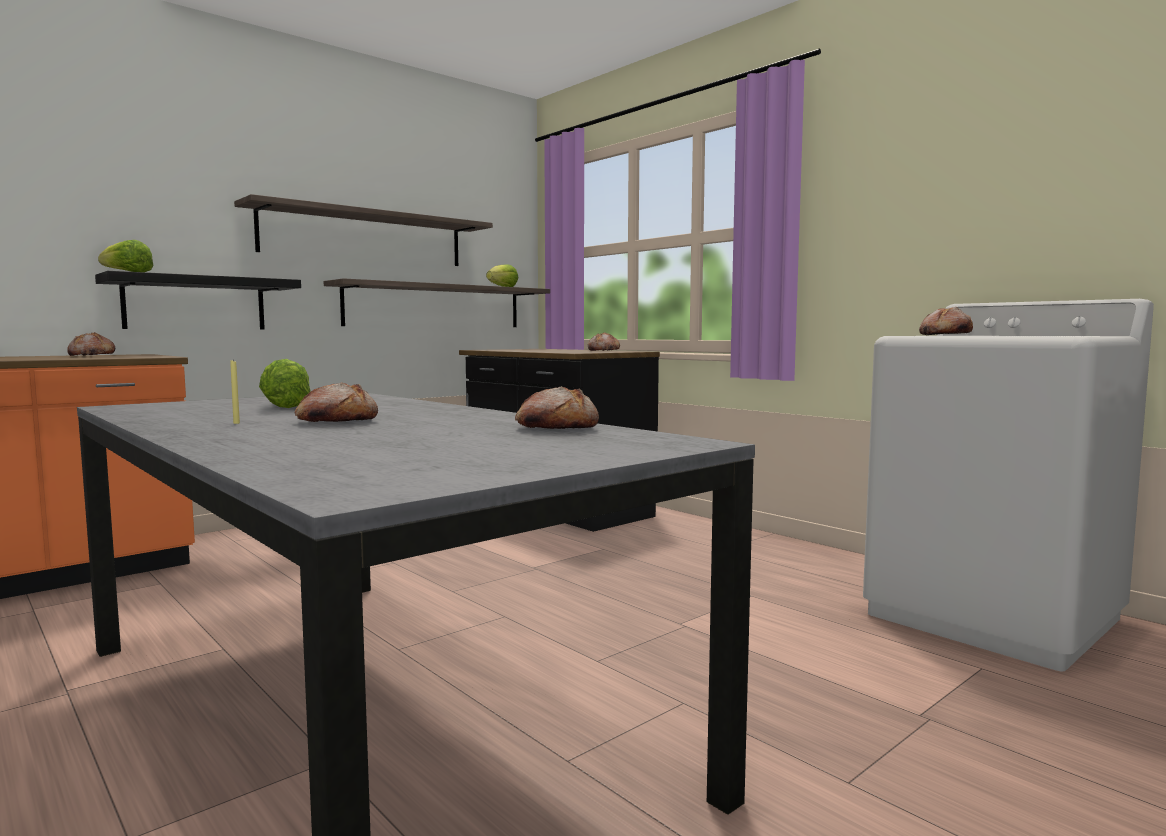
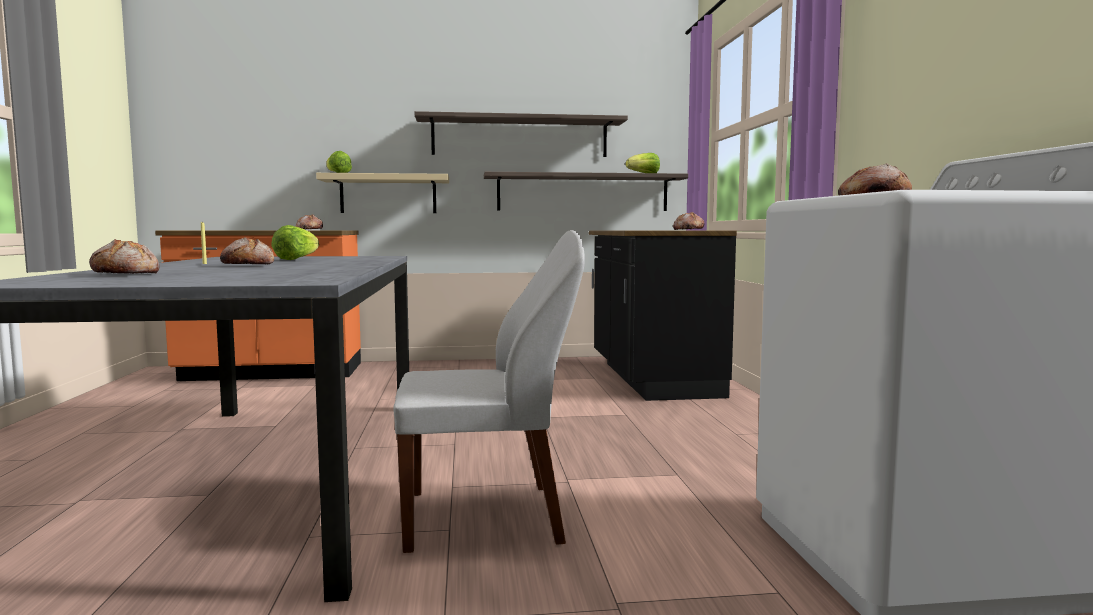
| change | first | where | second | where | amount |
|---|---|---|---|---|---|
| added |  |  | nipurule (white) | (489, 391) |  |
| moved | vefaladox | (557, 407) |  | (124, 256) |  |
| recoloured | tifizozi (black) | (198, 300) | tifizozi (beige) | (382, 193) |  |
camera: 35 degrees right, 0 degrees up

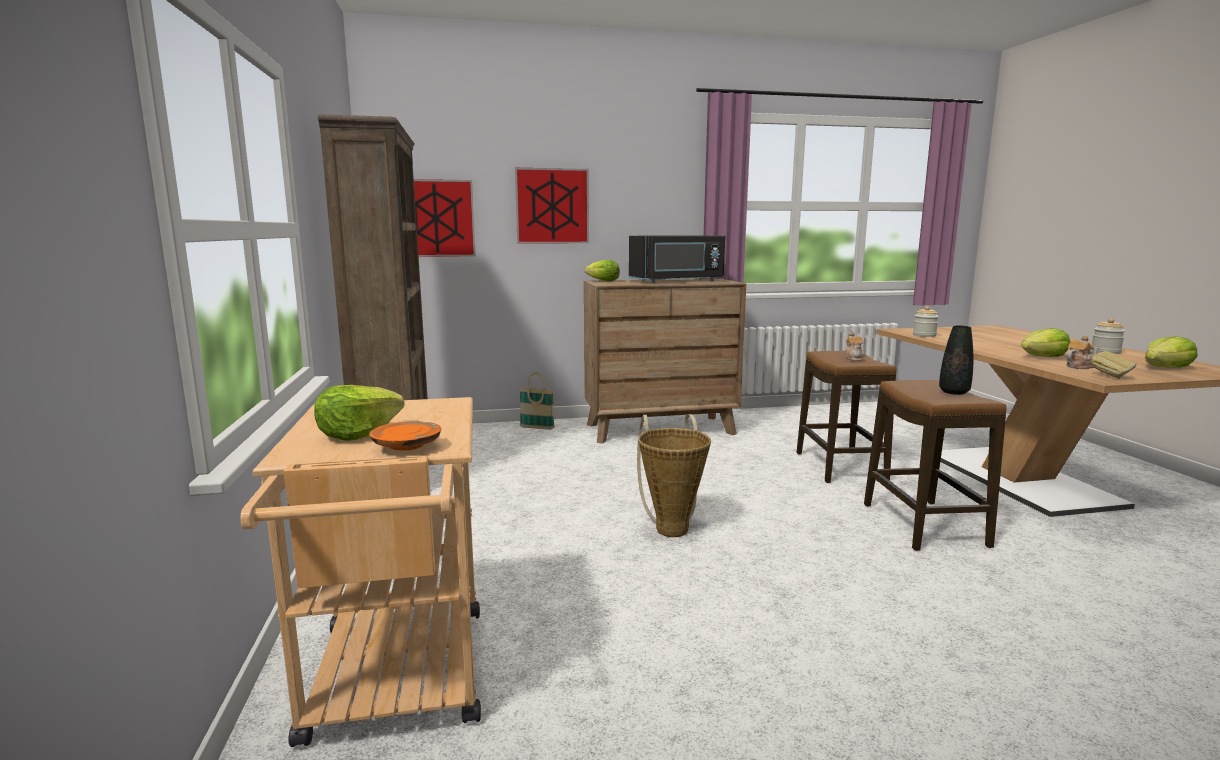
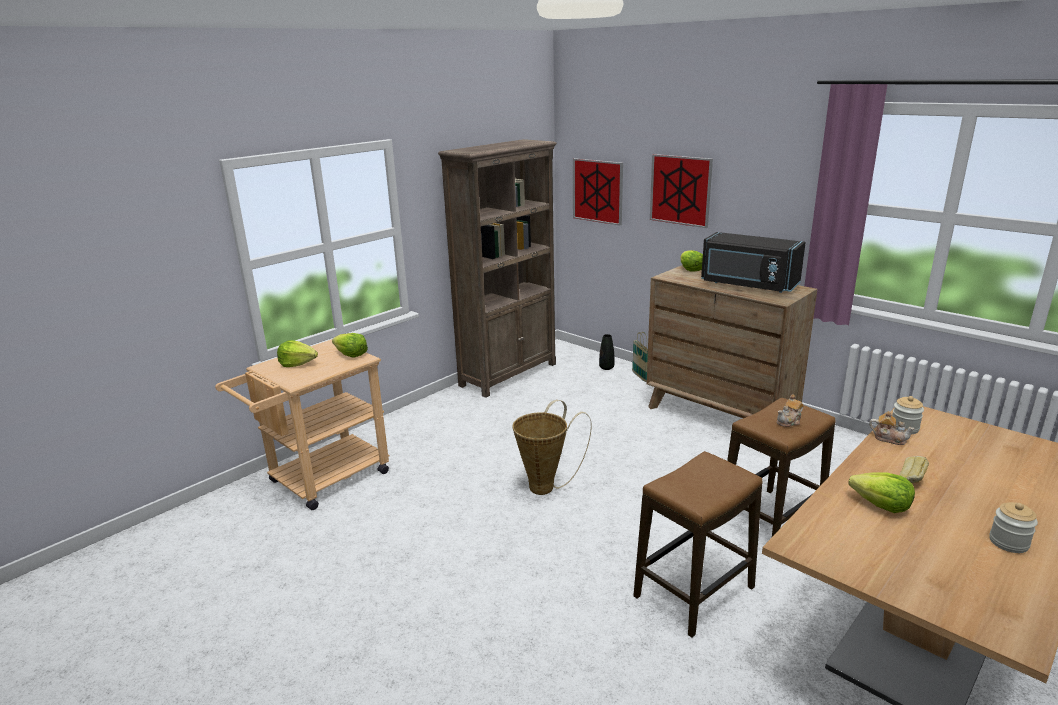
| change | first | where | second | where | amount |
|---|---|---|---|---|---|
| removed | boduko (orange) | (405, 436) |  |  |  |
| moved | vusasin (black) | (956, 360) |  | (607, 352) |  |
| moved | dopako | (1082, 352) |  | (892, 428) |  |
| moved | vefaladox | (1114, 365) |  | (914, 469) |  |
| moved | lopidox | (1171, 352) |  | (350, 345) |  |
camera: 55 degrees right, 10 degrees up

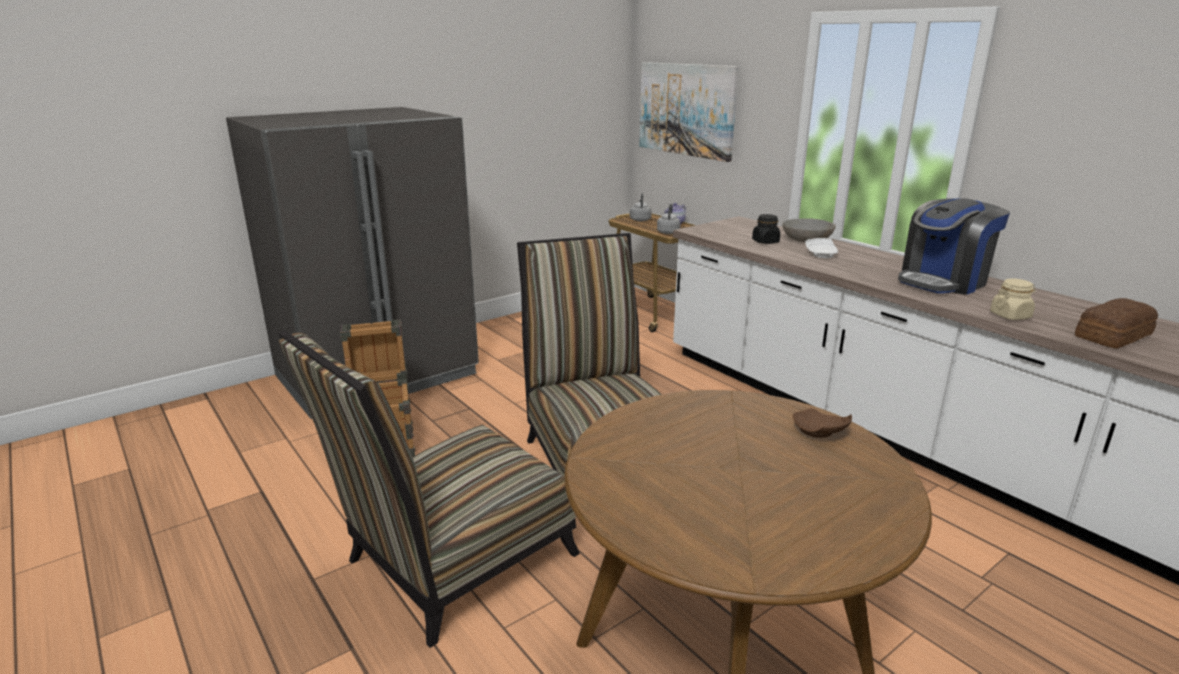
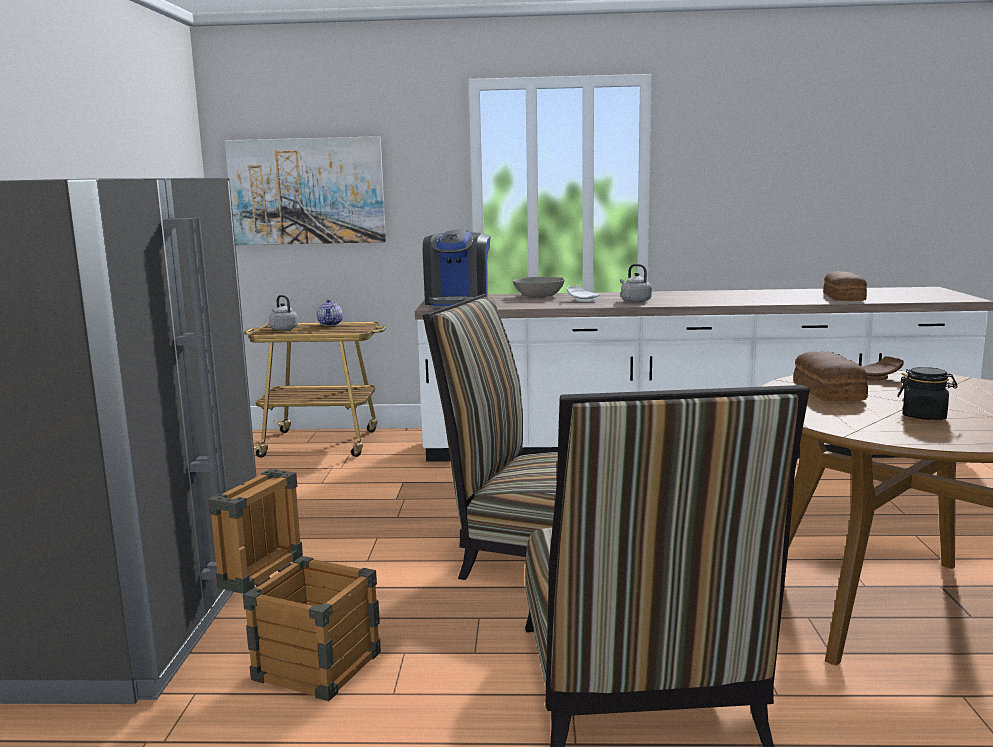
| change | first | where | second | where | amount |
|---|---|---|---|---|---|
| removed | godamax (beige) | (1013, 299) |  |  |  |
| added |  |  | vefaladox | (830, 376) |  |
| moved | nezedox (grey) | (668, 219) |  | (636, 283) |  |
| moved | godamax (black) | (766, 229) |  | (927, 393) |  |
| moved | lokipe | (954, 246) |  | (457, 267) |  |
camera: 50 degrees left, 10 degrees down

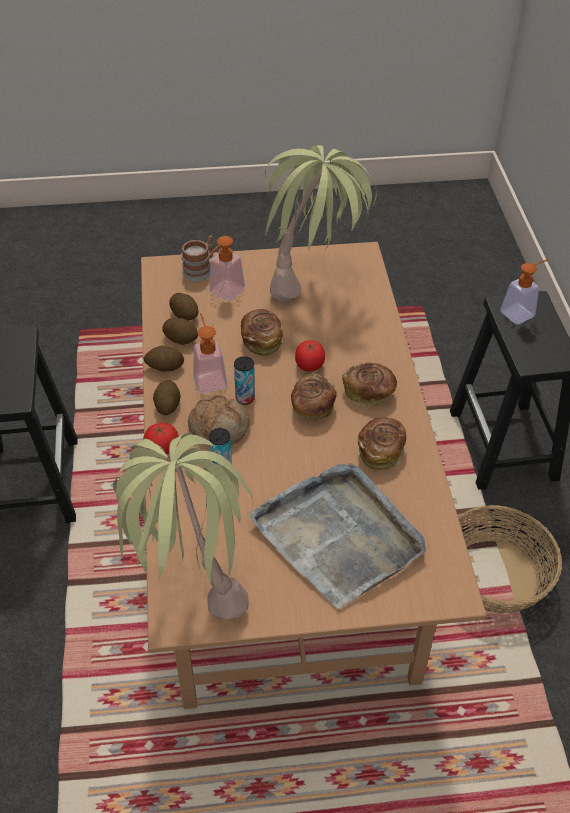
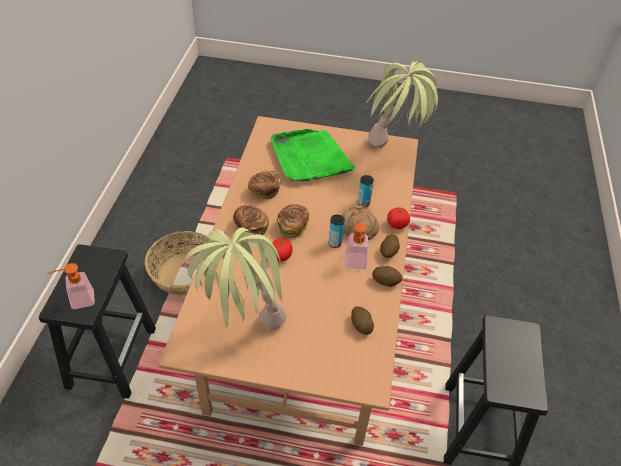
| change | first | where | second | where | amount |
|---|---|---|---|---|---|
| removed | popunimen | (180, 331) |  |  |  |
| removed | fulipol | (198, 258) |  |  |  |
| removed | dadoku | (226, 268) |  |  |  |
| removed | vefaladox | (262, 332) |  |  |  |
| recoloured | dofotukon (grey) | (337, 536) | dofotukon (green) | (313, 155) |  |
camera: 165 degrees left, 0 degrees up

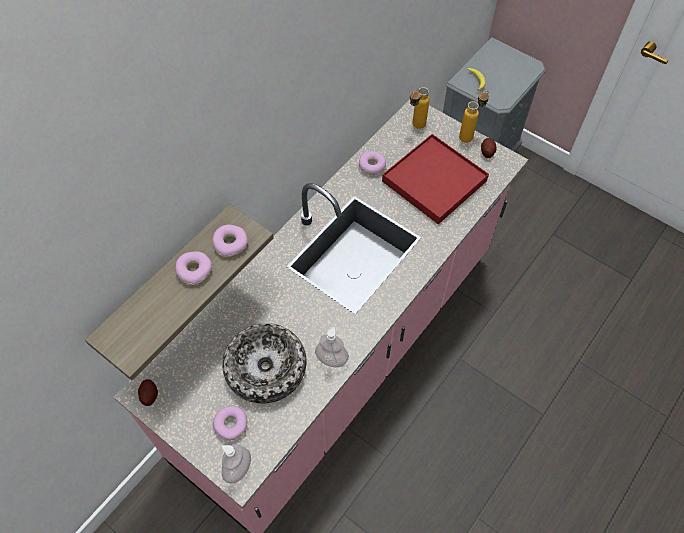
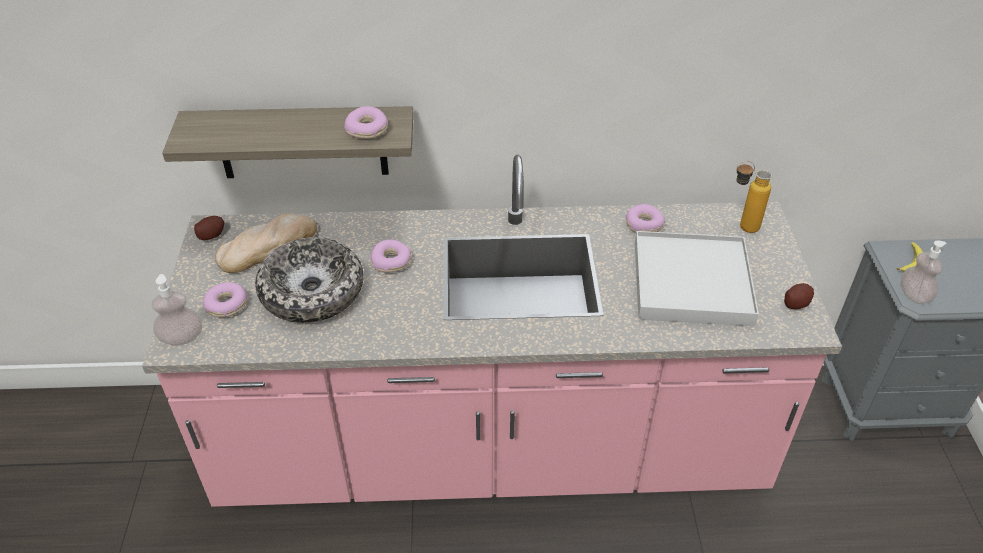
| change | first | where | second | where | amount |
|---|---|---|---|---|---|
| removed | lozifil | (474, 116) |  |  |  |
| added |  |  | vefaladox | (266, 243) |  |
| moved | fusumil | (193, 268) |  | (391, 255) |  |
| moved | dadoku | (332, 347) |  | (924, 272) |  |
| recoloured | dofotukon (red) | (435, 179) | dofotukon (white) | (697, 278) |  |
camera: 50 degrees right, 15 degrees down

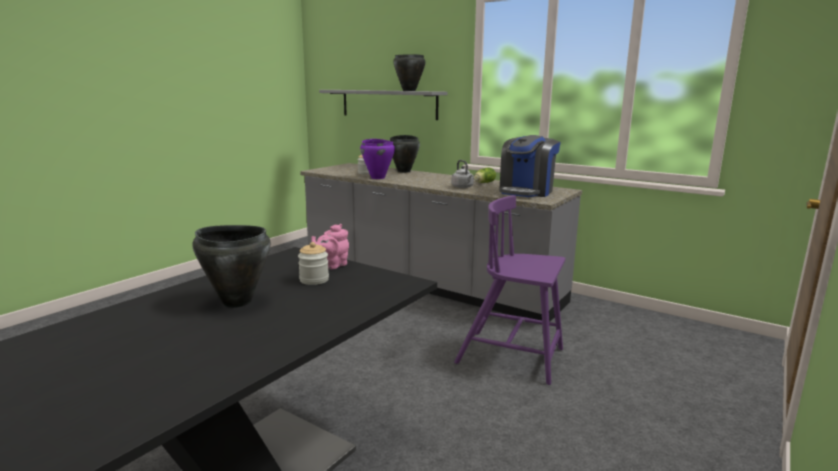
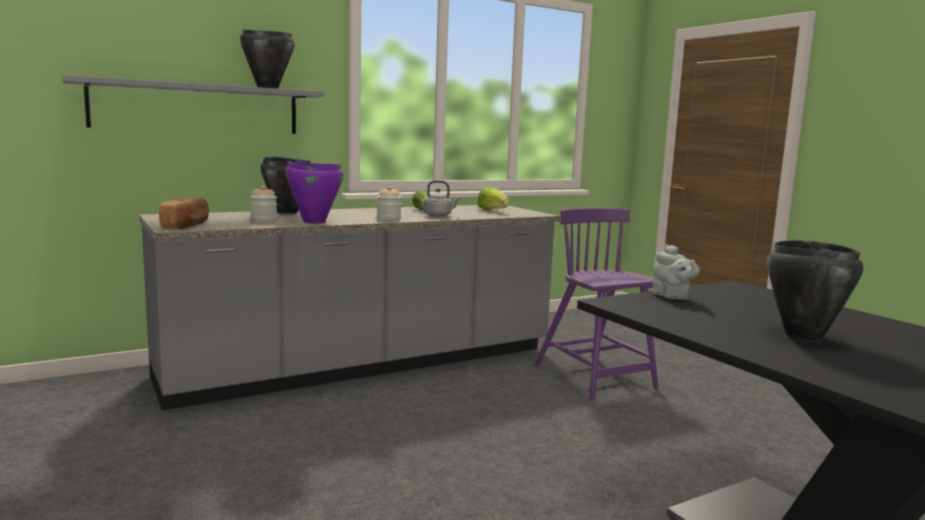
| change | first | where | second | where | amount |
|---|---|---|---|---|---|
| added |  |  | vefaladox | (184, 213) |  |
| moved | godamax | (313, 263) |  | (389, 203) |  |
| replaced | lokipe | (529, 166) | lopidox | (493, 198) |  |
| recoloured | dopako (pink) | (330, 246) | dopako (grey) | (676, 271) |  |
| turned | nipurule (purple) | (509, 290) |  | (596, 304) | 105 degrees clockwise |
camera: 65 degrees left, 5 degrees down

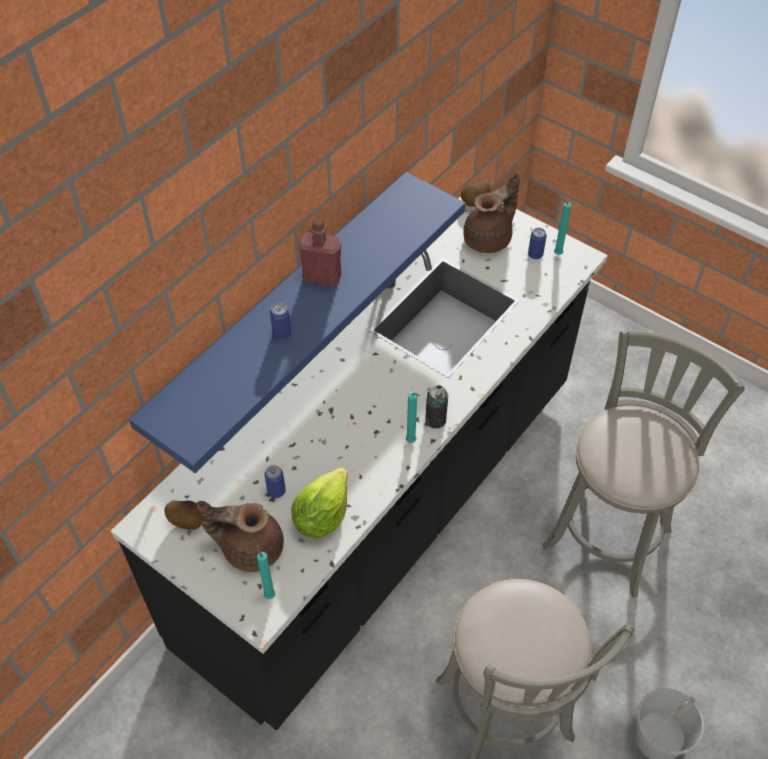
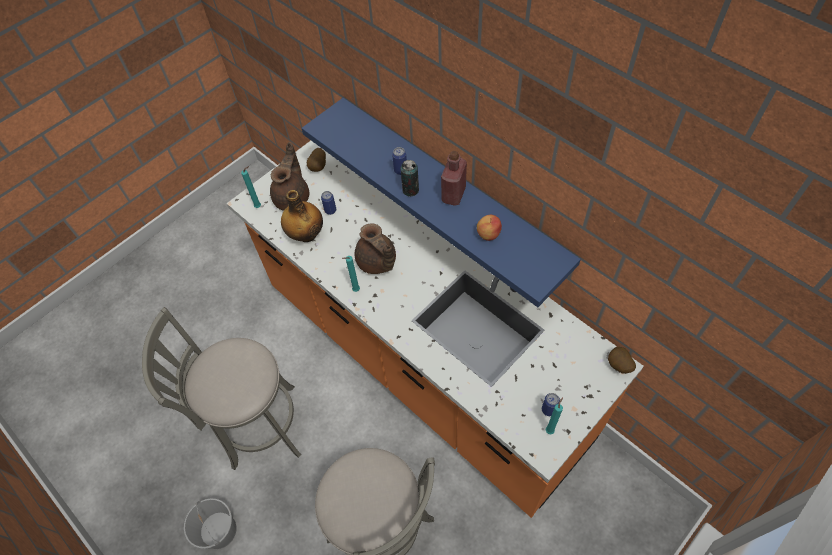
| change | first | where | second | where | amount |
|---|---|---|---|---|---|
| added |  |  | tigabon | (489, 228) |  |
| moved | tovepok | (436, 407) |  | (410, 178) |  |
| moved | dopako (brown) | (491, 213) |  | (375, 248) |  |
| replaced | lopidox | (319, 502) | lozifil | (302, 216) |  |
| recoloured | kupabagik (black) | (359, 463) | kupabagik (orange) | (435, 329) |  |
camera: 100 degrees right, 5 degrees up

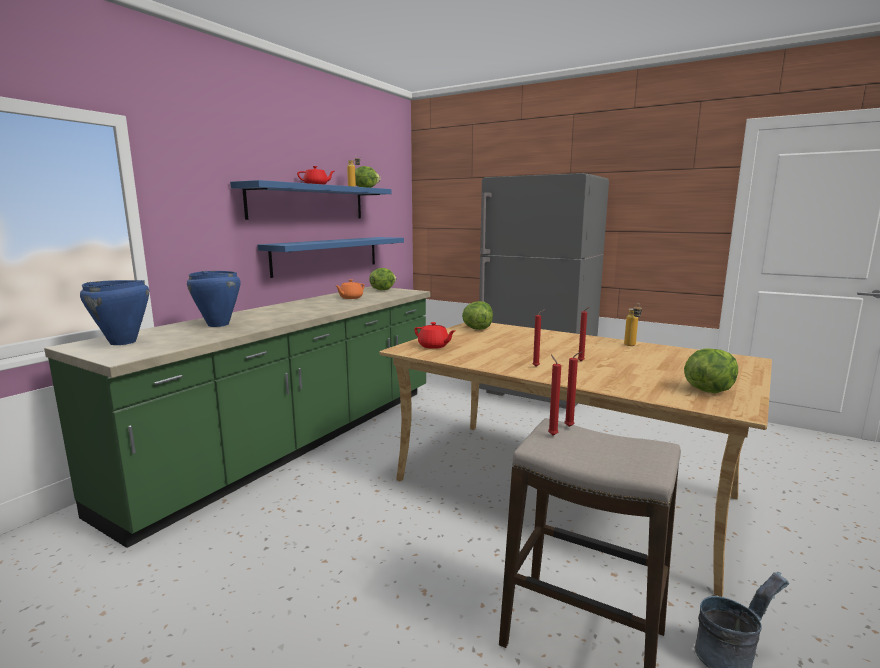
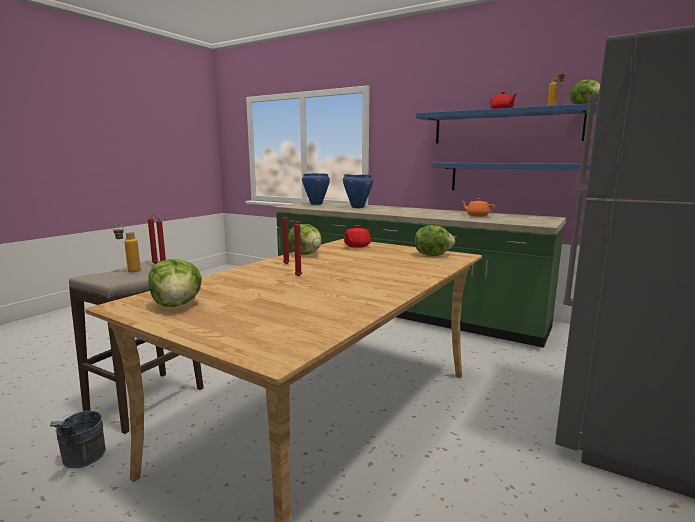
| change | first | where | second | where | amount |
|---|---|---|---|---|---|
| moved | lopidox | (382, 279) |  | (305, 239) |  |
| moved | lozifil | (633, 324) |  | (127, 248) |  |
camera: 90 degrees right, 0 degrees up

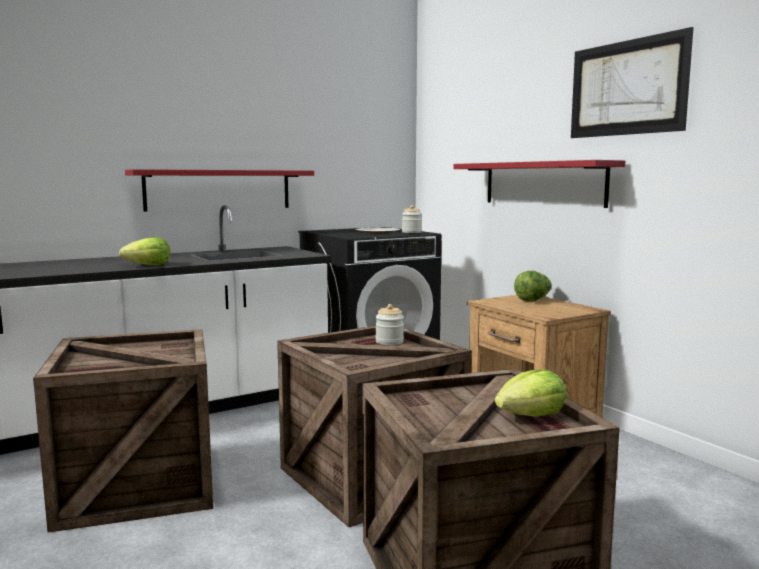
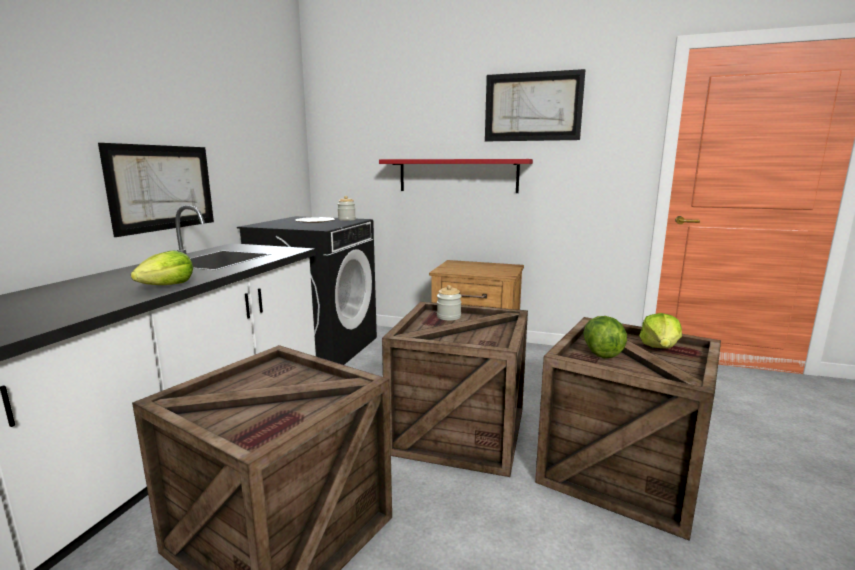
| change | first | where | second | where | amount |
|---|---|---|---|---|---|
| moved | lopidox | (533, 286) |  | (605, 337) |  |
| replaced | tifizozi (red) | (219, 190) | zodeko | (156, 190) |  |
camera: 40 degrees left, 5 degrees up

